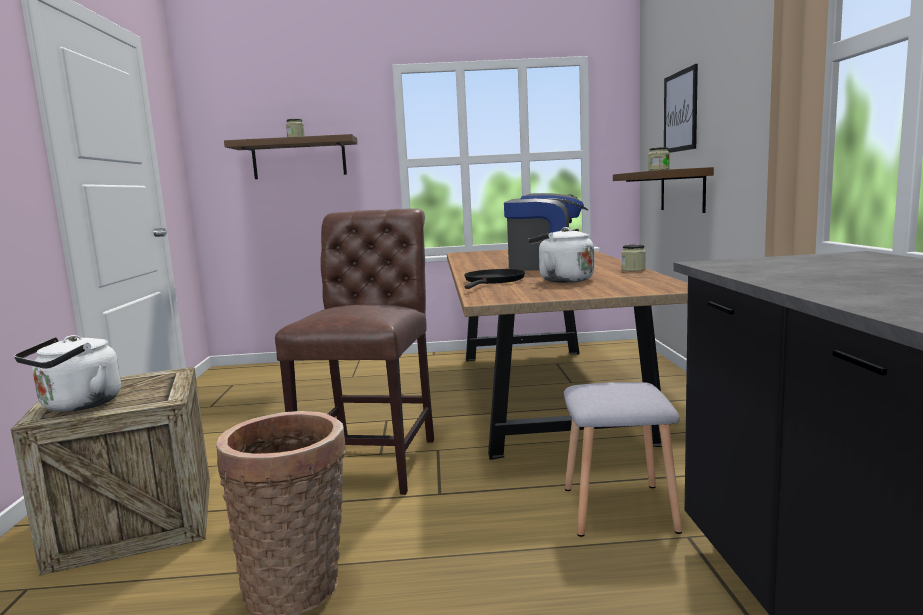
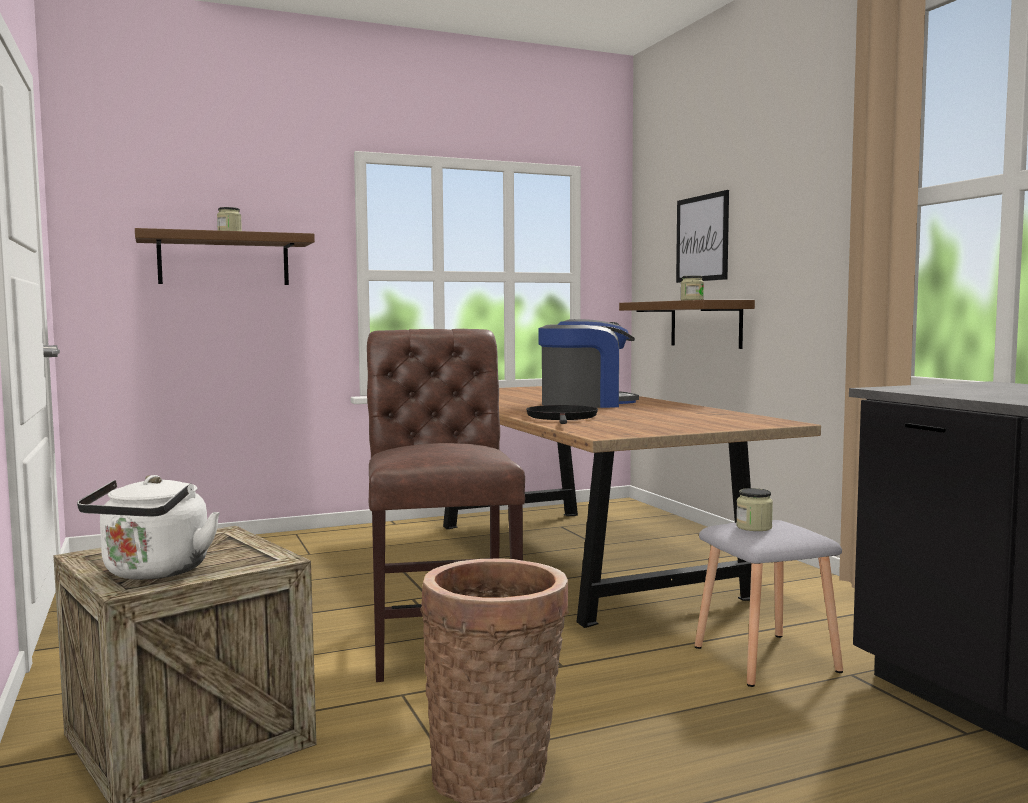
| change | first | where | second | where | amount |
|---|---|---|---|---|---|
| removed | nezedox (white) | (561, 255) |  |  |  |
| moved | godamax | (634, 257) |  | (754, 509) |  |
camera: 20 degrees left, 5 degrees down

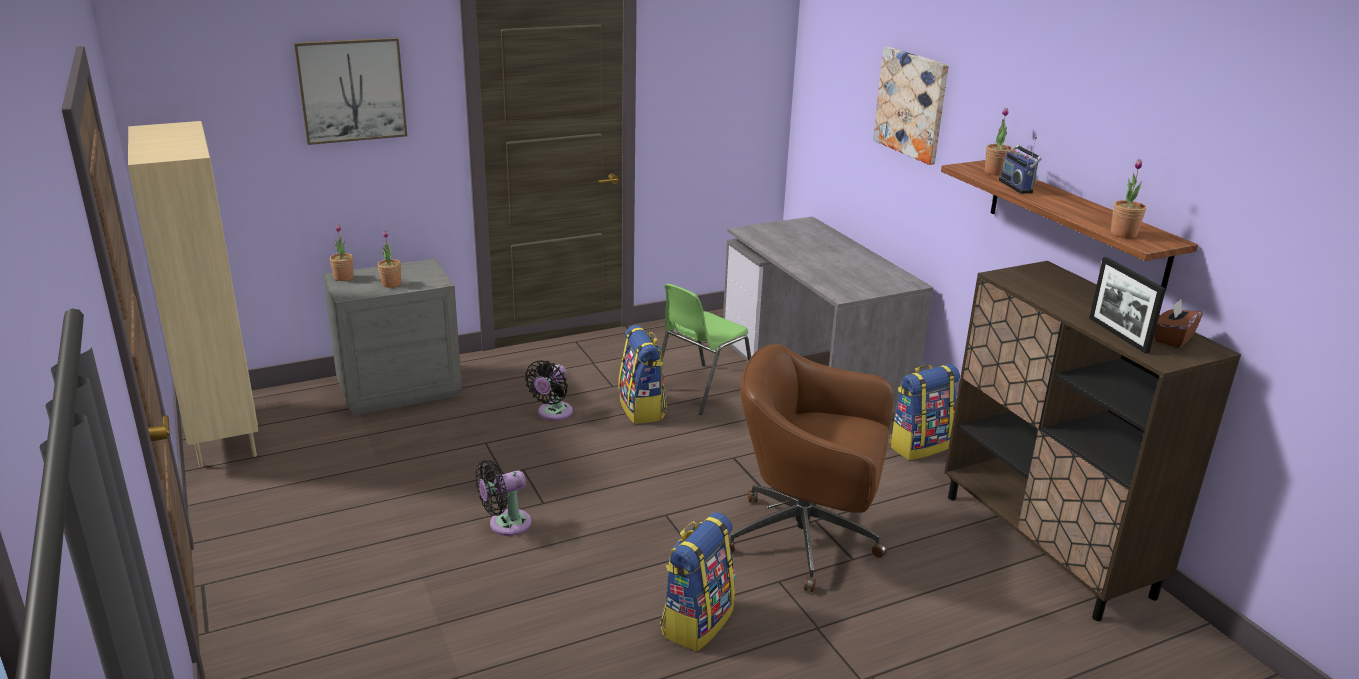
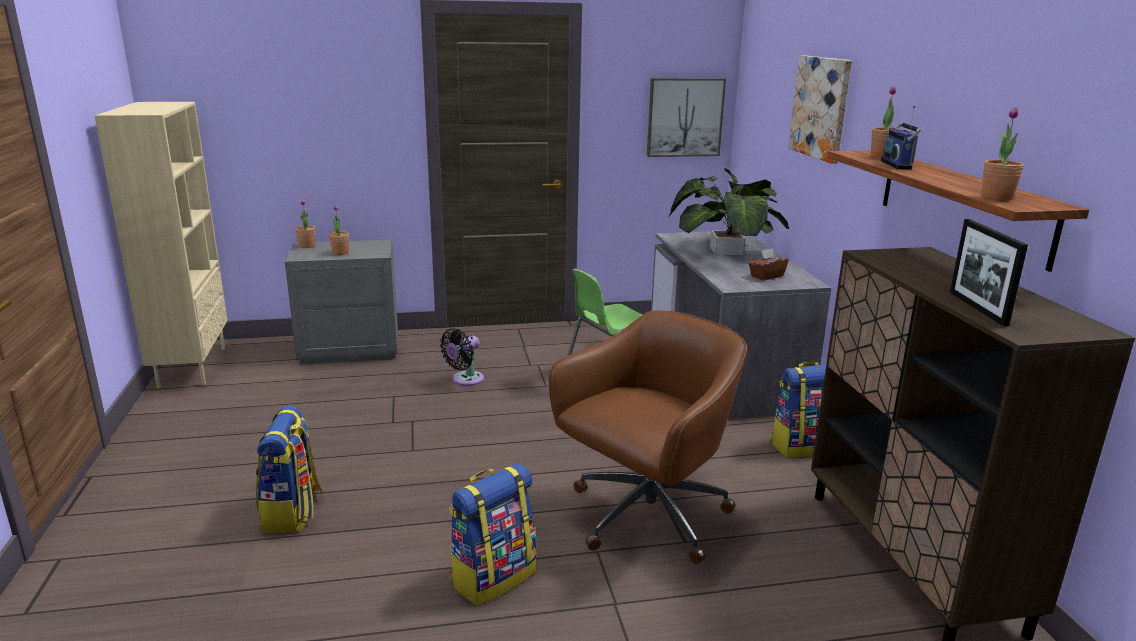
| change | first | where | second | where | amount |
|---|---|---|---|---|---|
| removed | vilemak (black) | (503, 498) |  |  |  |
| added |  |  | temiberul | (729, 211) |  |
| moved | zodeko | (350, 91) |  | (686, 117) |  |
| moved | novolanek | (642, 374) |  | (289, 469) |  |
| moved | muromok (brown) | (1179, 323) |  | (769, 264) |  |
| turned | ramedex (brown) | (811, 468) |  | (648, 437) | 105 degrees clockwise |
camera: 15 degrees right, 5 degrees down

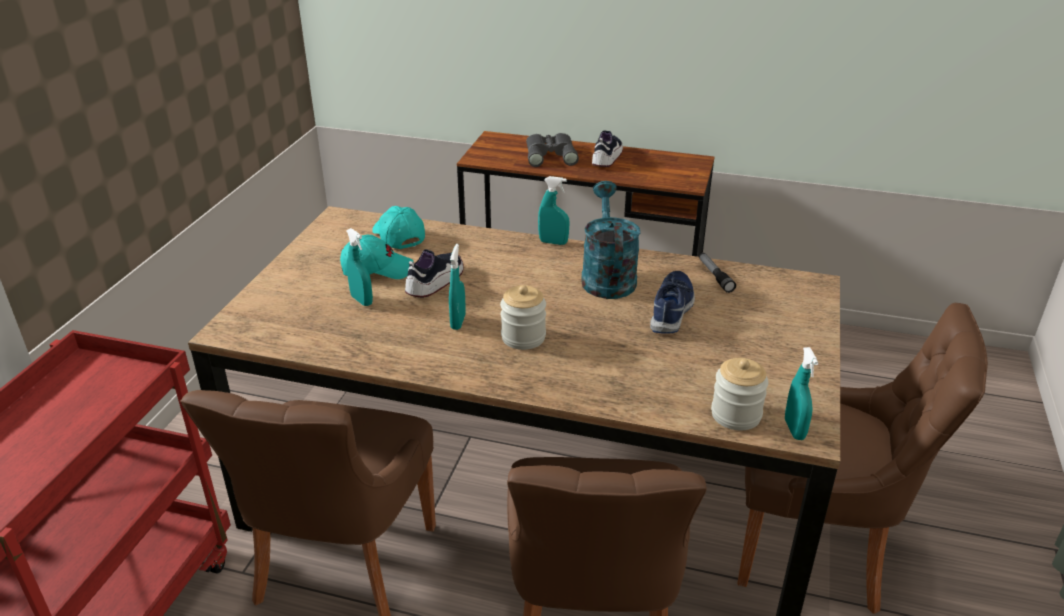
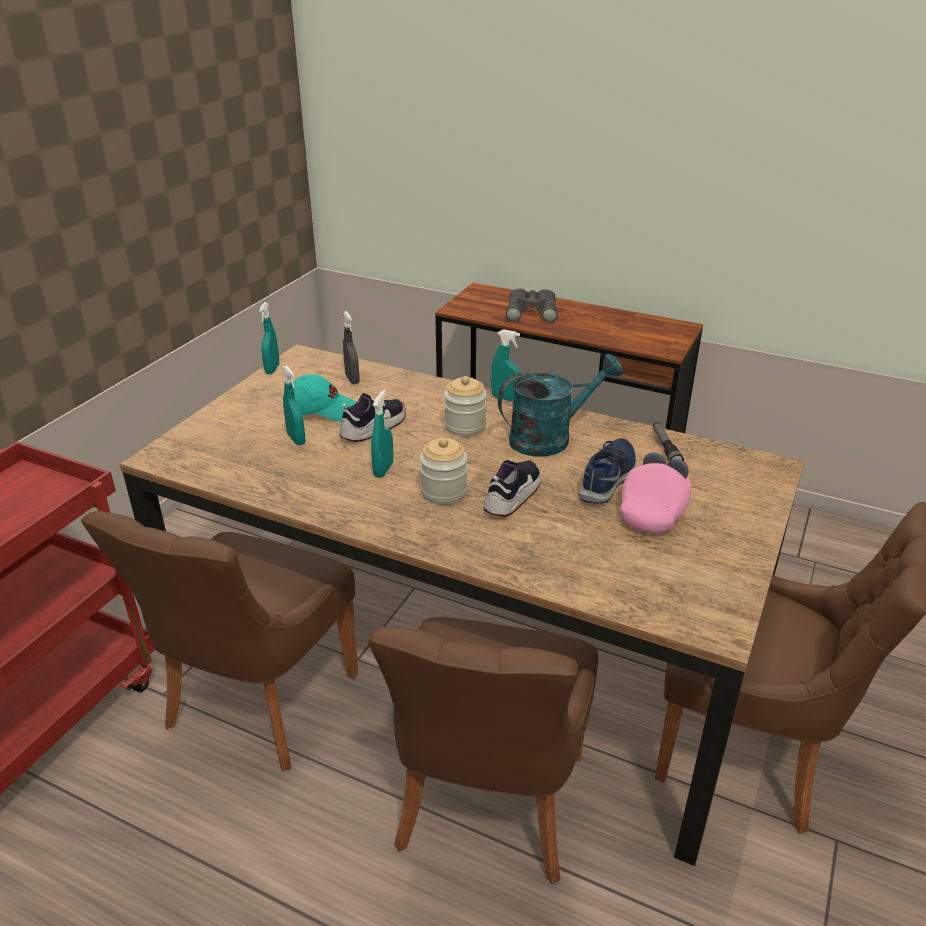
| change | first | where | second | where | amount |
|---|---|---|---|---|---|
| added |  |  | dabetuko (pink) | (655, 493) |  |
| moved | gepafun | (607, 148) |  | (512, 488) |  |
| moved | godamax | (739, 394) |  | (465, 406) |  |
| moved | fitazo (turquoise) | (801, 393) |  | (269, 338) |  |
| replaced | dabetuko (turquoise) | (398, 227) | fitazo (grey) | (351, 347) |  |
| turned | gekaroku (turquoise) | (611, 240) |  | (560, 405) | 60 degrees clockwise |
camera: 10 degrees right, 0 degrees up

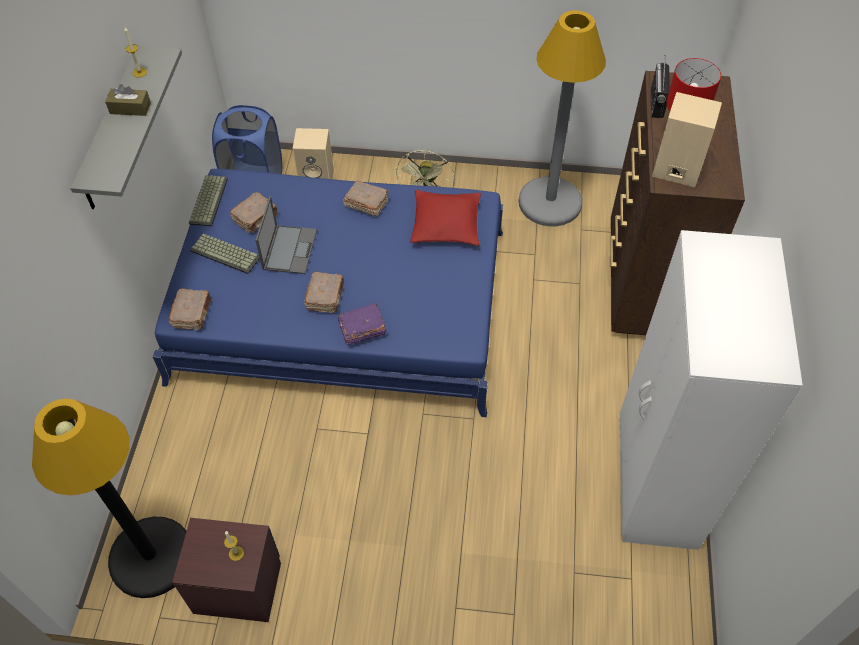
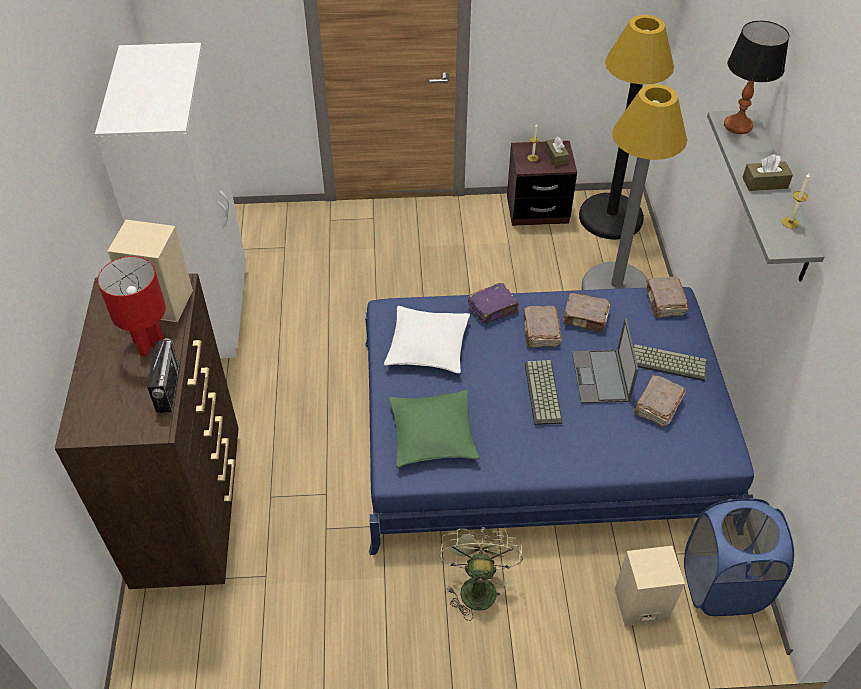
| change | first | where | second | where | amount |
|---|---|---|---|---|---|
| added |  |  | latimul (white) | (427, 339) |  |
| added |  |  | muromok (brown) | (557, 151) |  |
| added |  |  | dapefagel | (756, 77) |  |
| moved | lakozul | (208, 200) |  | (543, 392) |  |
| moved | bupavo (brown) | (366, 198) |  | (586, 313) |  |
| moved | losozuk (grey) | (562, 118) |  | (634, 187) |  |
| recoloured | latimul (red) | (445, 218) | latimul (green) | (434, 429) |  |
camera: 170 degrees right, 5 degrees down

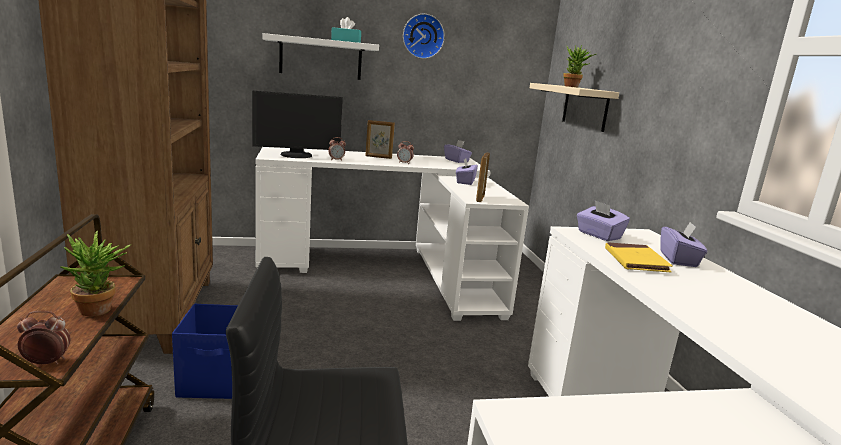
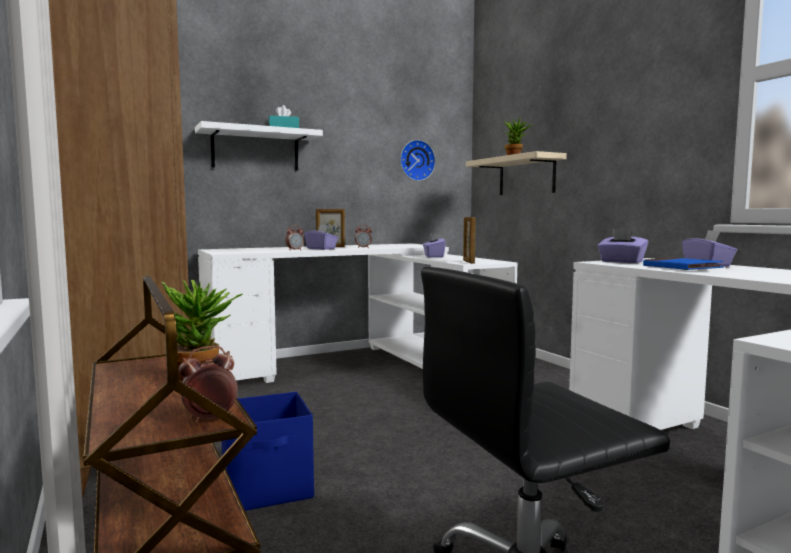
| change | first | where | second | where | amount |
|---|---|---|---|---|---|
| removed | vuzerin | (297, 124) |  |  |  |
| moved | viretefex | (424, 36) |  | (418, 160) |  |
| moved | muromok (purple) | (458, 151) |  | (321, 237) |  |
| recoloured | bupavo (yellow) | (639, 257) | bupavo (blue) | (683, 264) |  |
camera: 15 degrees left, 10 degrees down

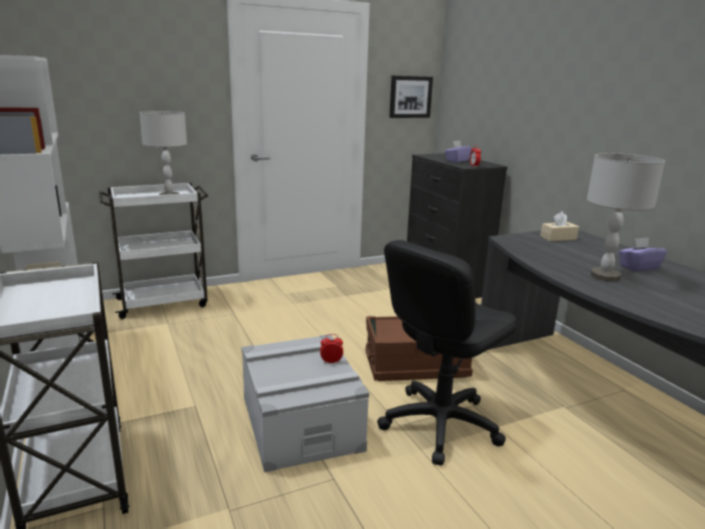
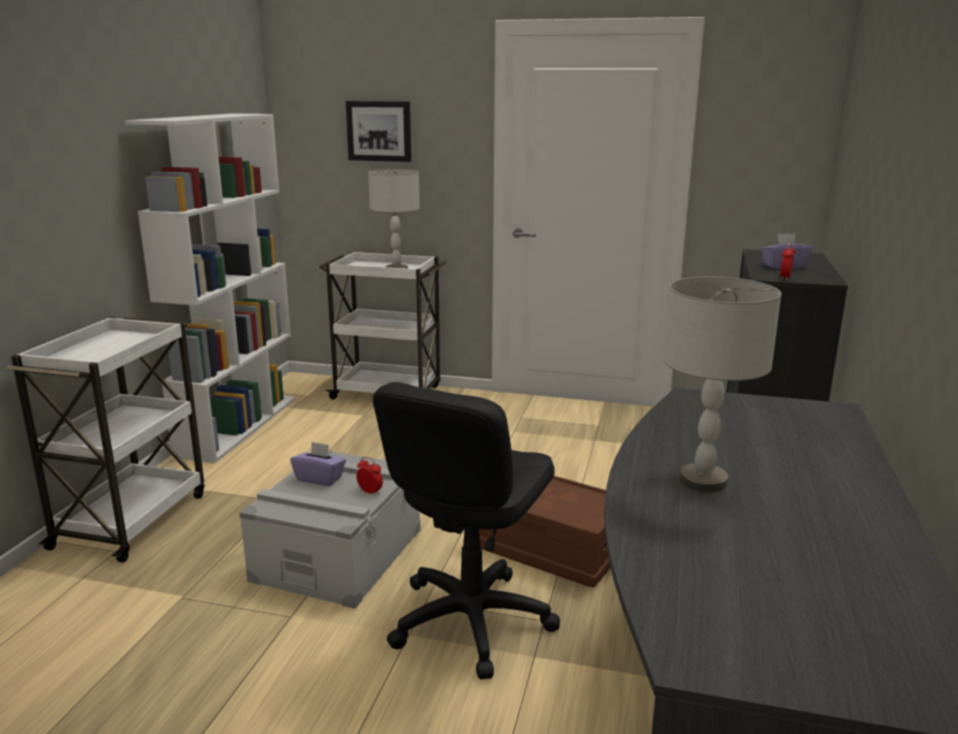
| change | first | where | second | where | amount |
|---|---|---|---|---|---|
| removed | muromok (beige) | (559, 226) |  |  |  |
| moved | zodeko | (411, 97) |  | (378, 131) |  |
| moved | muromok (purple) | (643, 254) |  | (318, 464) |  |
| turned | ramedex (black) | (447, 353) |  | (466, 530) | 60 degrees counterclockwise |
camera: 40 degrees right, 0 degrees up

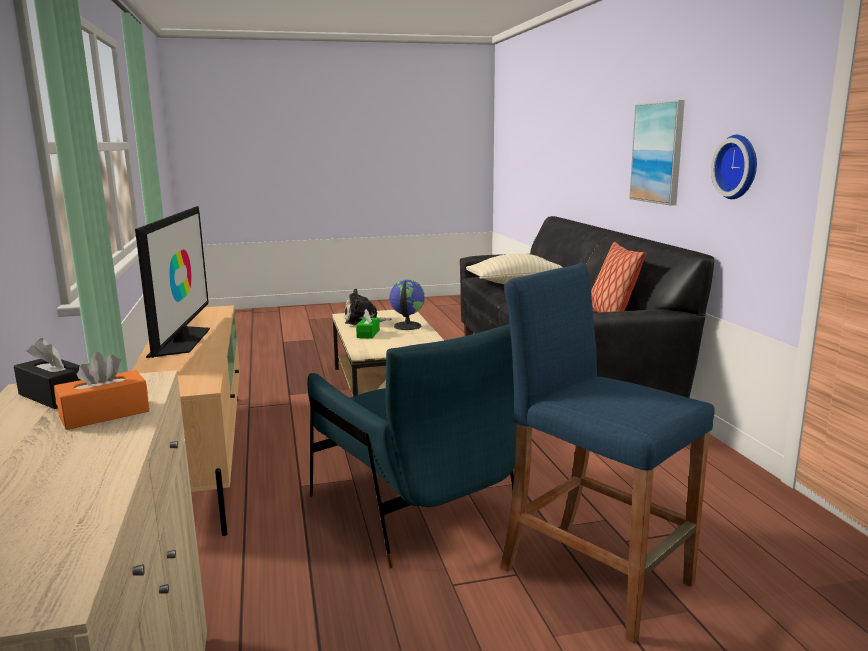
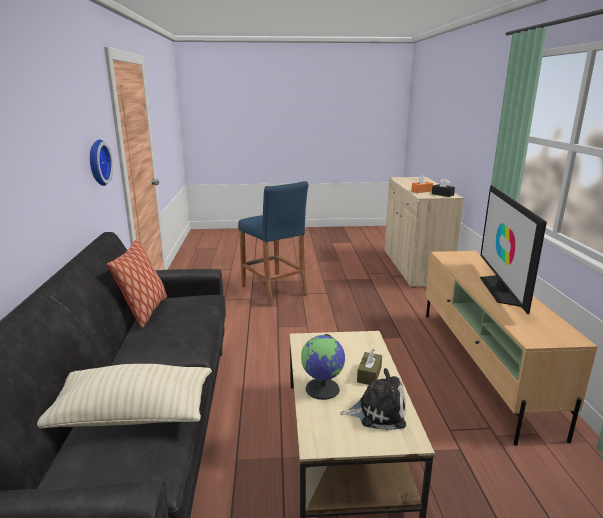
| change | first | where | second | where | amount |
|---|---|---|---|---|---|
| removed | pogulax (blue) | (412, 446) |  |  |  |
| removed | zodeko | (657, 152) |  |  |  |
| recoloured | muromok (green) | (368, 324) | muromok (brown) | (369, 367) |  |
camera: 170 degrees left, 5 degrees up

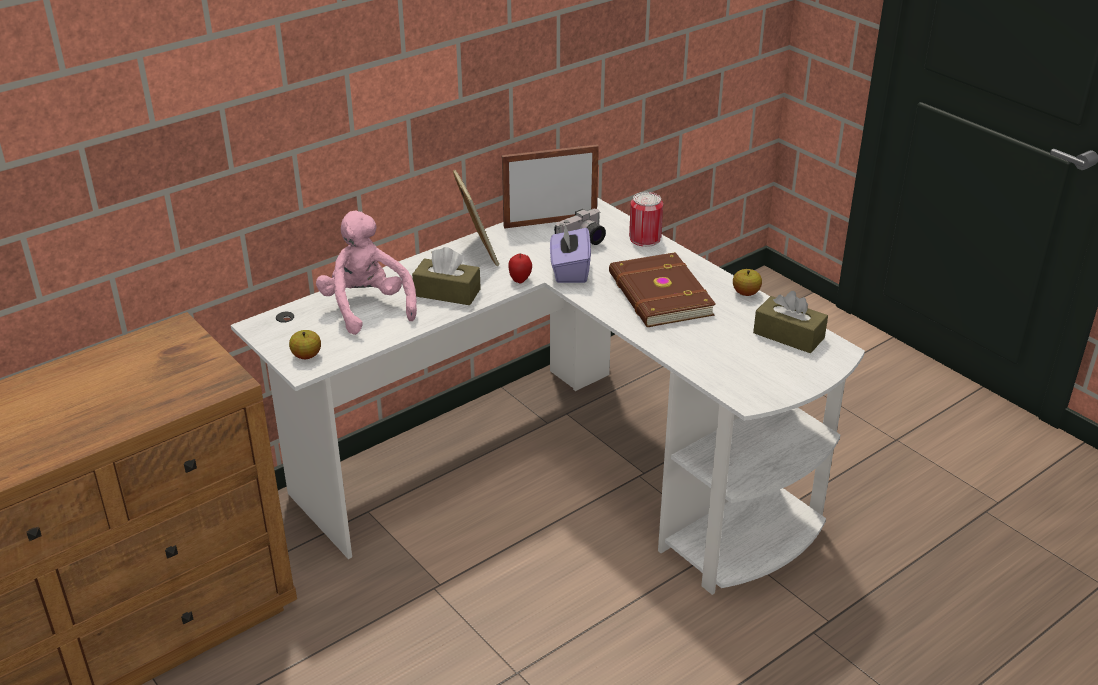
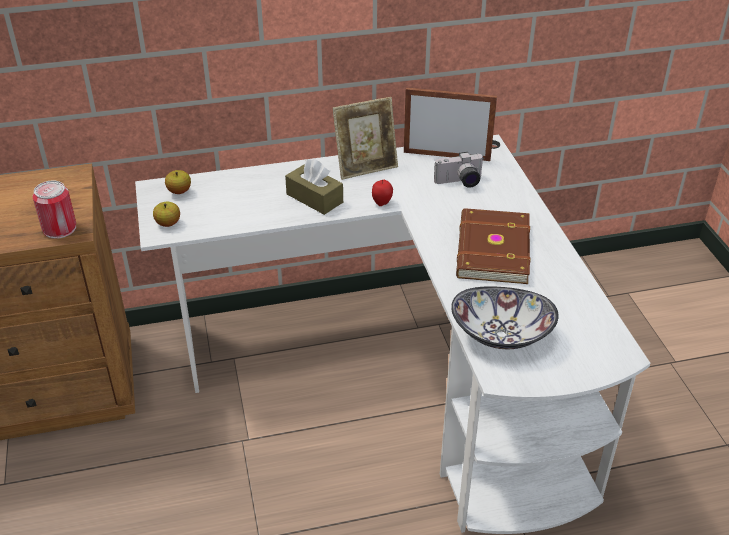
| change | first | where | second | where | amount |
|---|---|---|---|---|---|
| removed | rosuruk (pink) | (366, 272) |  |  |  |
| removed | muromok (purple) | (570, 253) |  |  |  |
| removed | muromok (brown) | (790, 322) |  |  |  |
| added |  |  | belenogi | (505, 317) |  |
| moved | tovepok | (646, 219) |  | (54, 210) |  |
| moved | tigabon | (747, 282) |  | (178, 182) |  |
| turned | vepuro | (476, 218) |  | (365, 138) | 60 degrees clockwise |
camera: 25 degrees right, 5 degrees up

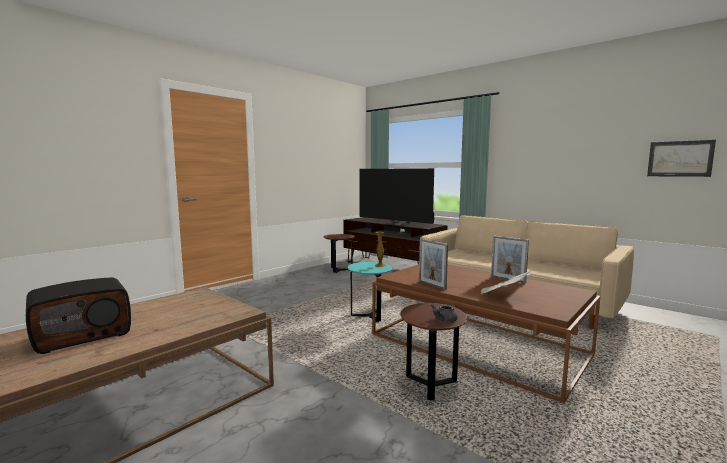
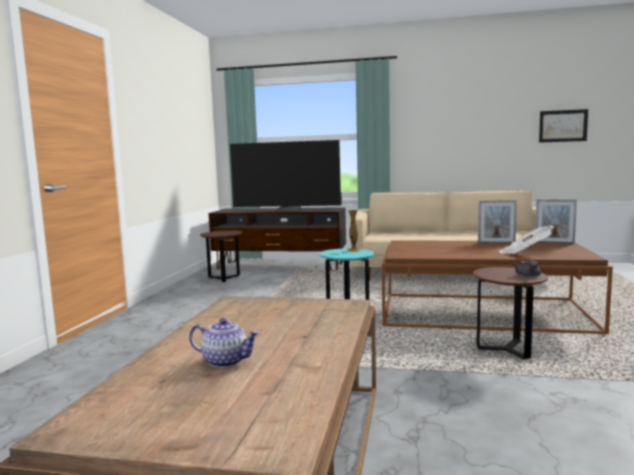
| change | first | where | second | where | amount |
|---|---|---|---|---|---|
| moved | vepuro | (433, 264) |  | (556, 221) |  |
| replaced | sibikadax | (78, 315) | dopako | (224, 343) |  |
camera: 30 degrees left, 0 degrees up

